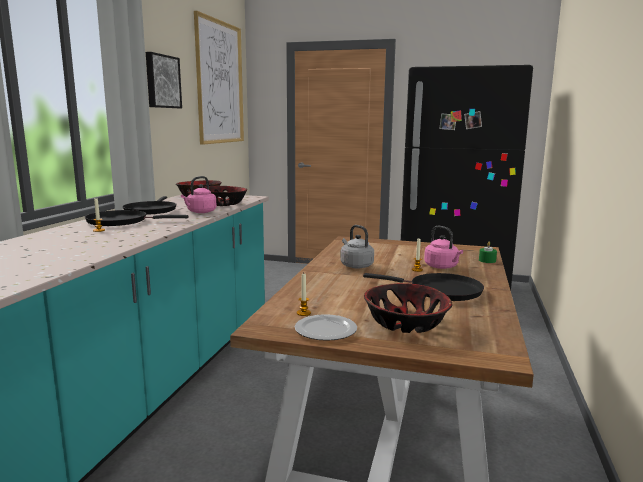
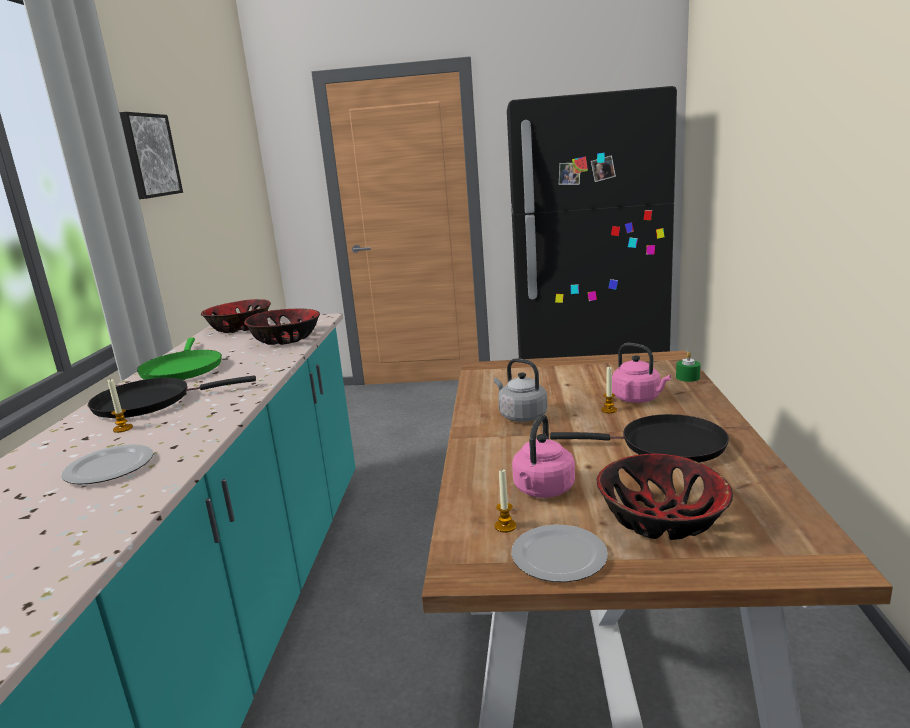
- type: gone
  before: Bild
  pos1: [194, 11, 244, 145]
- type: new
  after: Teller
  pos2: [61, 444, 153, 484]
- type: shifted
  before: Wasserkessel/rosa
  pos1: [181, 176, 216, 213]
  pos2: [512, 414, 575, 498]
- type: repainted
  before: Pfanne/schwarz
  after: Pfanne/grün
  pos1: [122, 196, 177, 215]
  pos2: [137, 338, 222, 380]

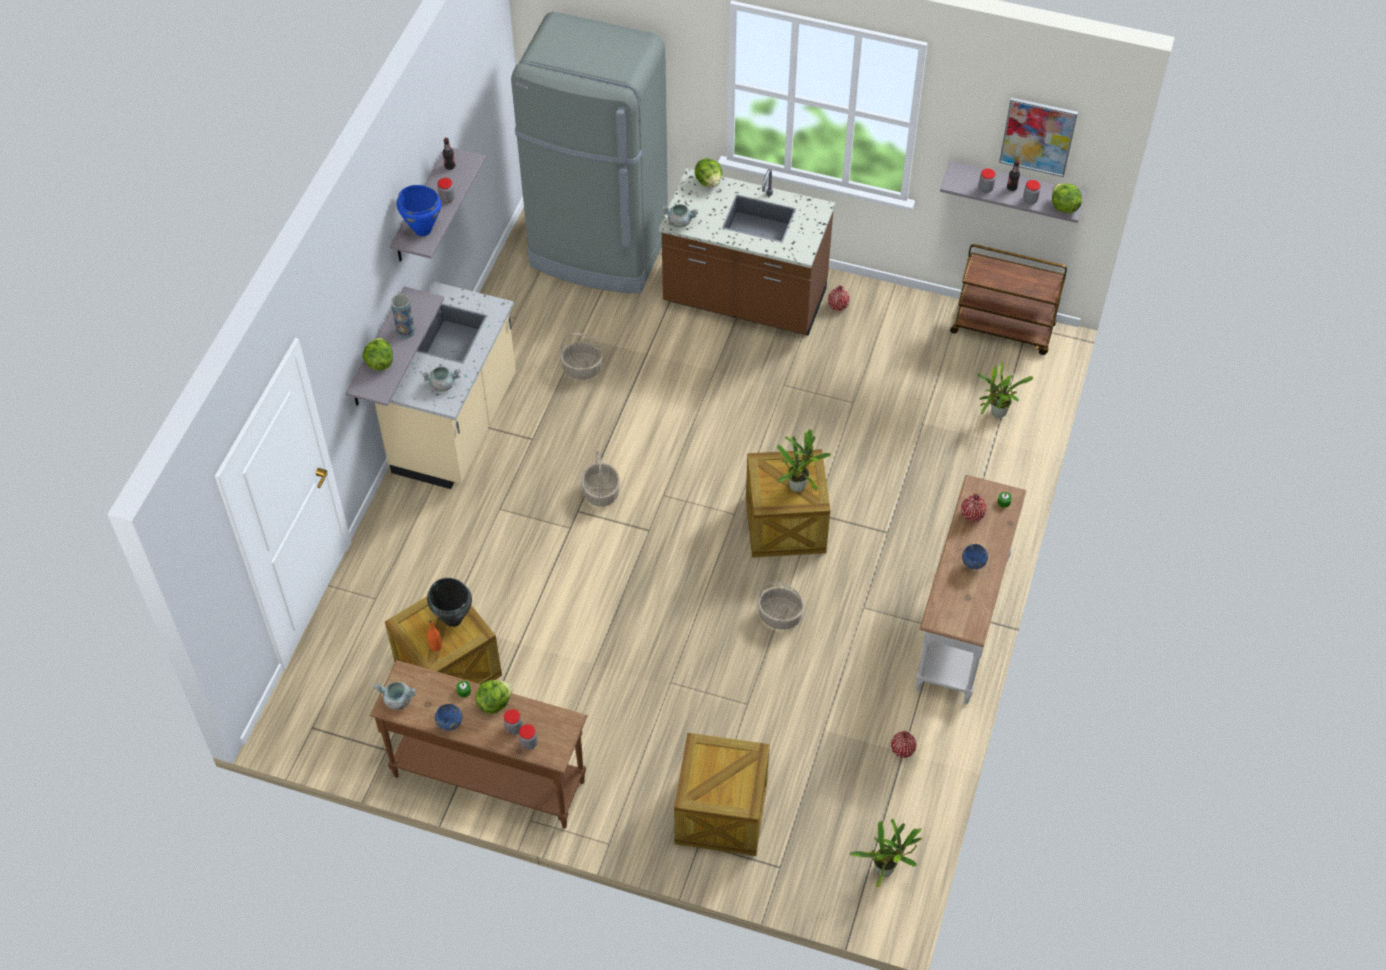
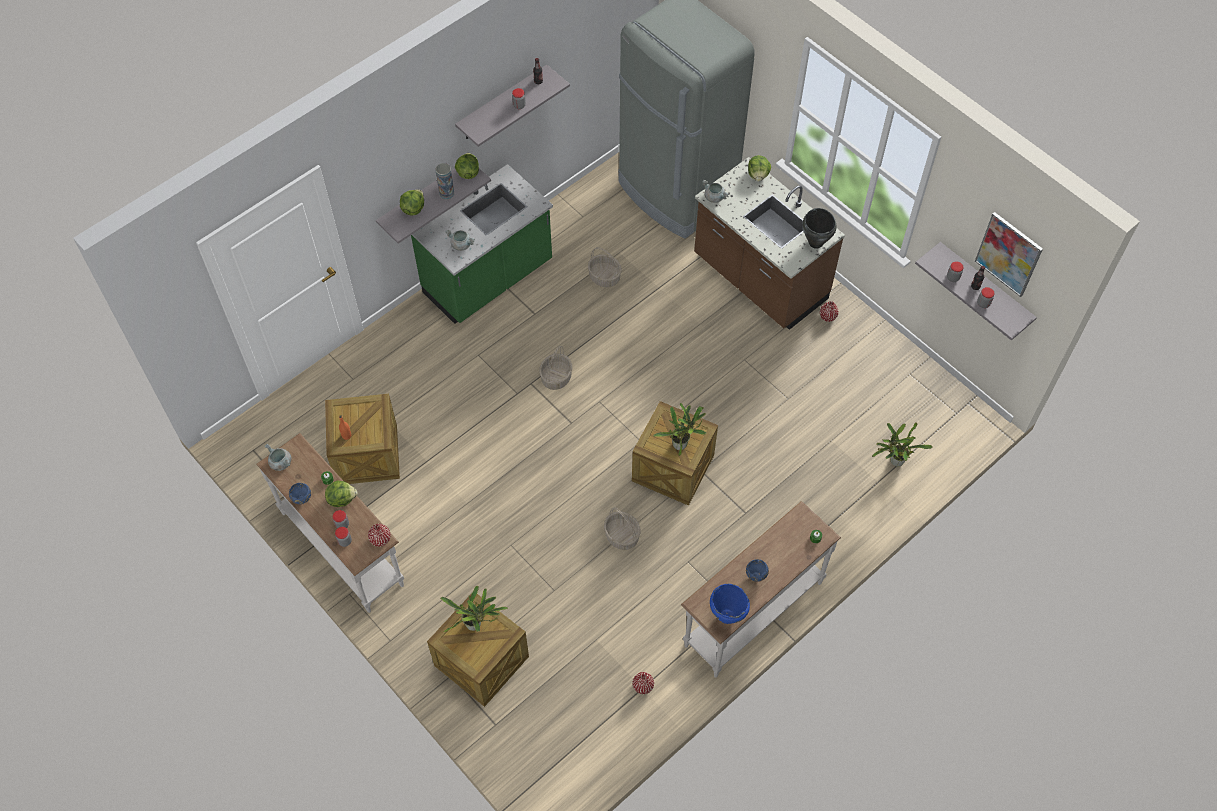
- type: gone
  before: Rollwagen/braun
  pos1: [950, 244, 1067, 355]
- type: shifted
  before: Kochtopf/blau
  pos1: [397, 185, 441, 236]
  pos2: [710, 584, 750, 624]
- type: shifted
  before: Kochtopf/schwarz
  pos1: [427, 578, 472, 627]
  pos2: [802, 208, 837, 249]
- type: shifted
  before: Topfpflanze
  pos1: [850, 819, 922, 887]
  pos2: [440, 586, 508, 632]
- type: shifted
  before: Vase/rot
  pos1: [961, 494, 987, 522]
  pos2: [368, 524, 391, 547]
- type: shifted
  before: Salatkopf
  pos1: [1052, 184, 1082, 213]
  pos2: [455, 153, 479, 179]
- type: repainted
  before: Konsolentisch/braun
  after: Konsolentisch/weiß
  pos1: [370, 660, 588, 828]
  pos2: [256, 433, 404, 613]
- type: repainted
  before: Küchenzeile/beige
  after: Küchenzeile/grün
  pos1: [375, 282, 516, 489]
  pos2: [411, 164, 553, 324]

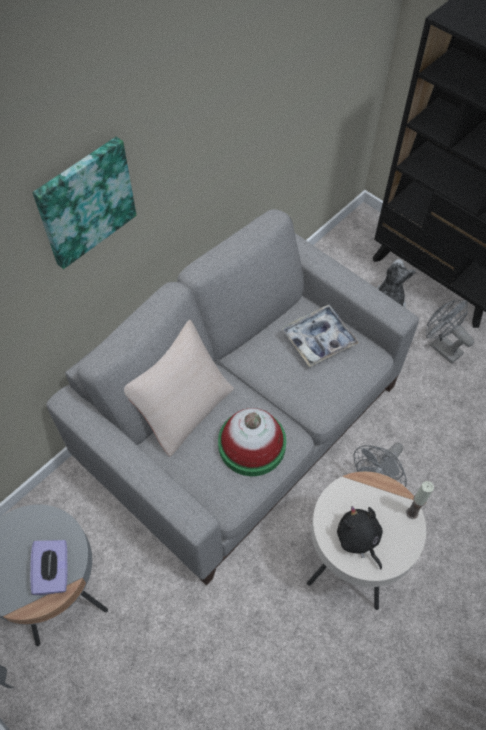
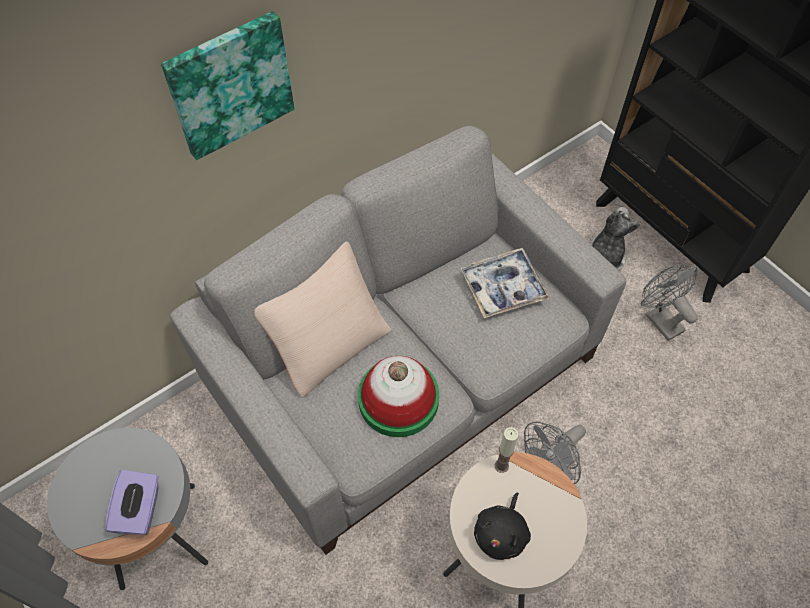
- type: shifted
  before: Kerze
  pos1: [406, 481, 434, 519]
  pos2: [495, 427, 518, 473]
- type: rotated
  before: Plüschtier/schwarz
  pos1: [337, 506, 383, 569]
  pos2: [474, 493, 531, 560]
  turn: -135

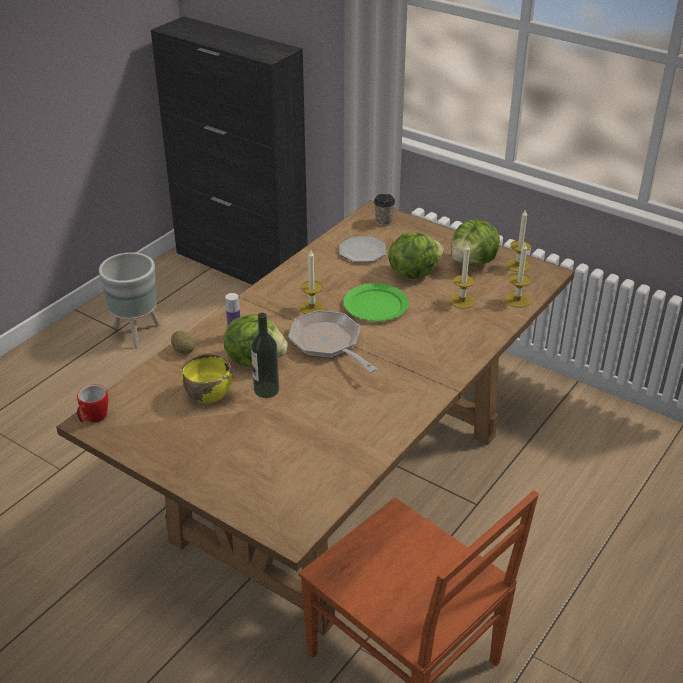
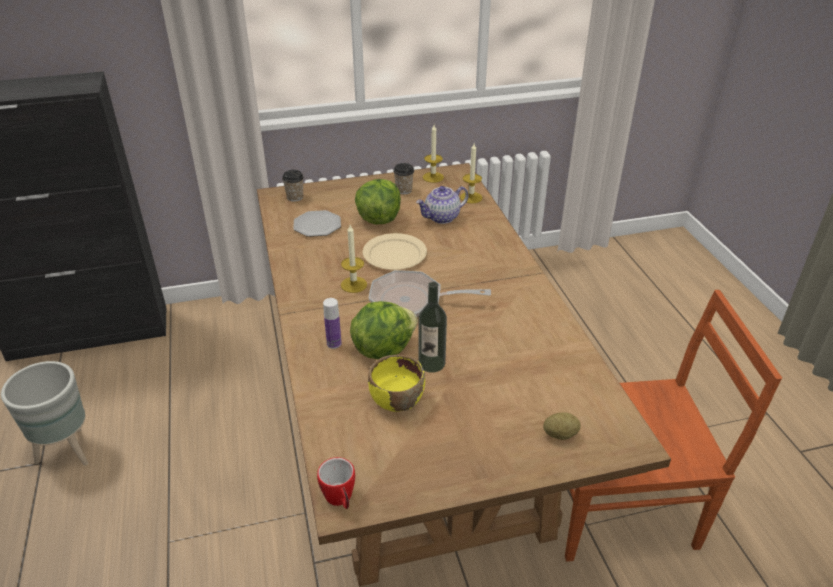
- type: shifted
  before: Kartoffel
  pos1: [171, 331, 195, 354]
  pos2: [543, 412, 581, 440]
- type: swapped
  before: Kerze
  after: Teekanne
  pos1: [450, 243, 475, 309]
  pos2: [416, 186, 468, 224]
- type: swapped
  before: Salatkopf
  after: Tasse
  pos1: [451, 219, 500, 266]
  pos2: [393, 163, 414, 194]
- type: repainted
  before: Teller/grün
  after: Teller/beige
  pos1: [343, 283, 409, 321]
  pos2: [363, 233, 427, 270]

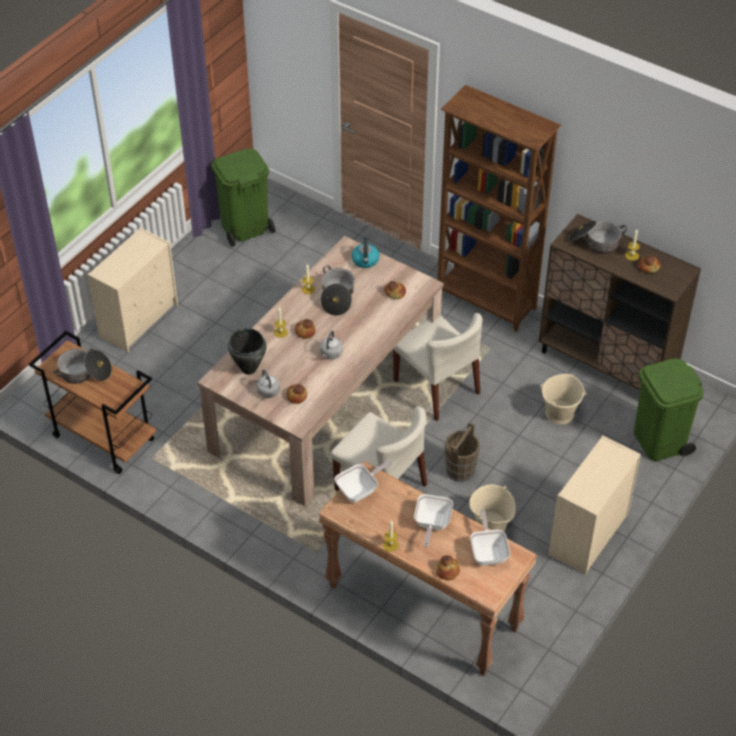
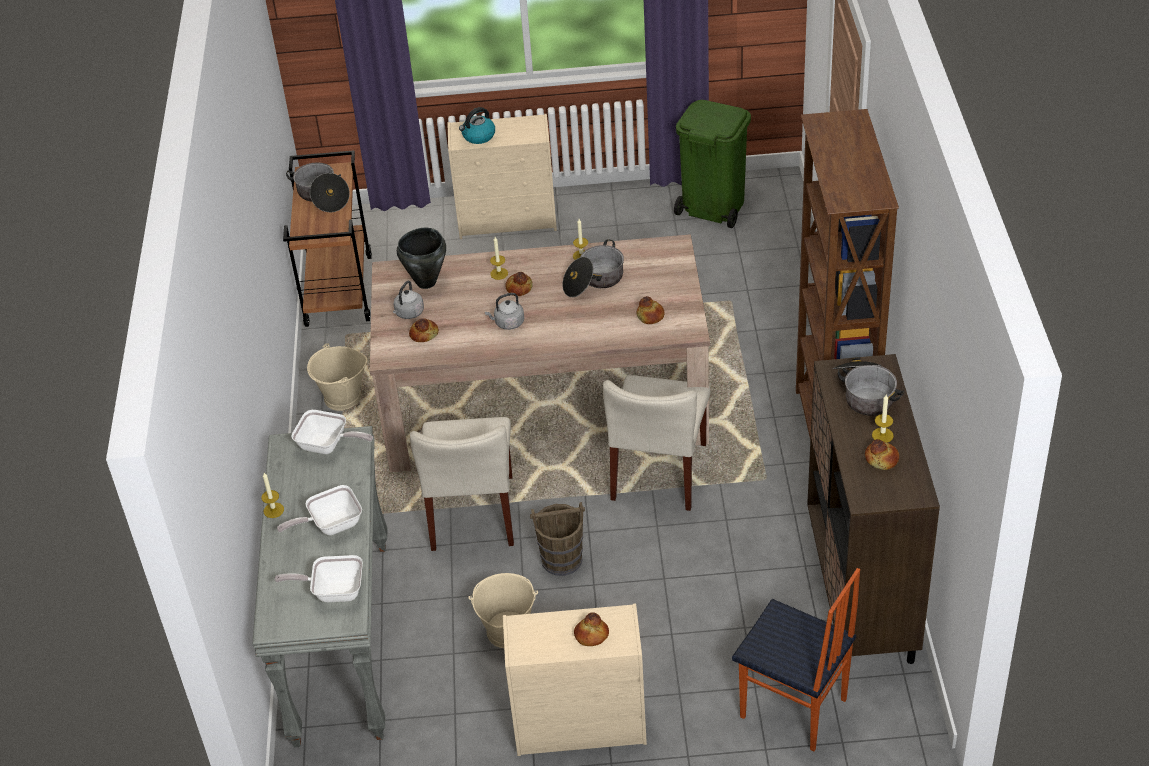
- type: shifted
  before: Wasserkessel
  pos1: [352, 238, 380, 268]
  pos2: [459, 107, 495, 144]
- type: shifted
  before: Brot
  pos1: [436, 555, 460, 580]
  pos2: [574, 612, 609, 646]
- type: shifted
  before: Eimer/beige
  pos1: [540, 374, 587, 424]
  pos2: [307, 343, 367, 411]
- type: swapped
  before: Mülleimer/grün
  after: Stuhl
  pos1: [634, 358, 704, 461]
  pos2: [732, 568, 860, 751]
- type: repainted
  before: Konsolentisch/braun
  after: Konsolentisch/grau
  pos1: [319, 461, 537, 676]
  pos2: [252, 426, 387, 747]
- type: rotated
  before: Pfanne
  pos1: [470, 510, 510, 565]
  pos2: [275, 555, 363, 602]
  turn: -135

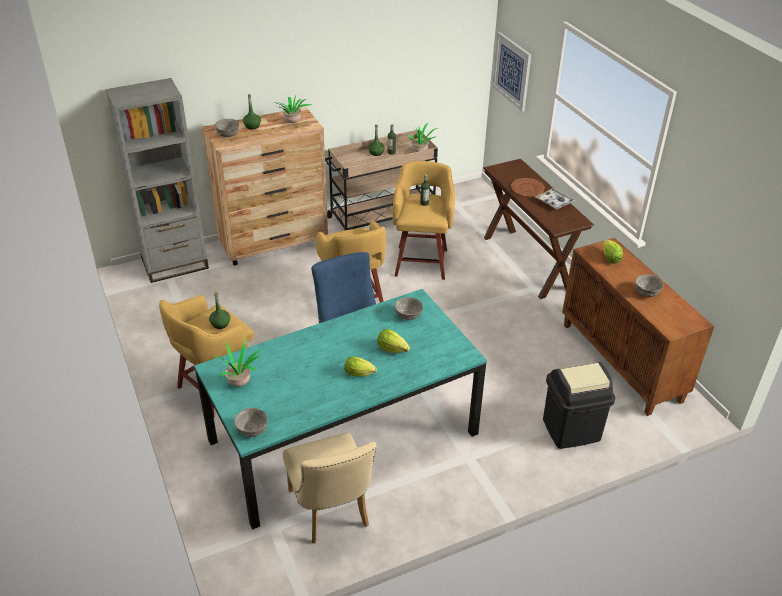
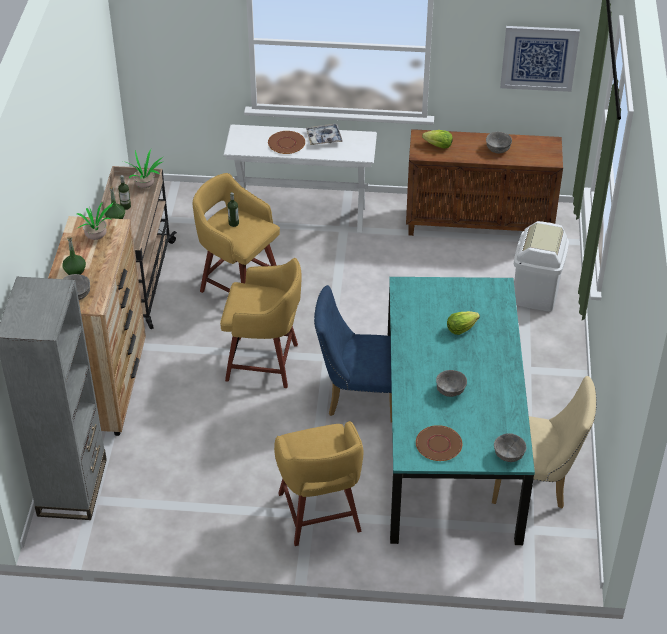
- type: gone
  before: Flasche/grün
  pos1: [209, 292, 230, 329]
- type: gone
  before: Salatkopf
  pos1: [344, 356, 377, 377]
- type: shifted
  before: Schüssel/grau
  pos1: [395, 297, 423, 320]
  pos2: [436, 370, 467, 397]
- type: shifted
  before: Bild
  pos1: [493, 32, 531, 111]
  pos2: [500, 26, 580, 92]
- type: swapped
  before: Topfpflanze
  after: Teller/braun
  pos1: [213, 340, 261, 387]
  pos2: [416, 425, 462, 461]
- type: repainted
  before: Konsolentisch/braun
  after: Konsolentisch/weiß
  pos1: [483, 159, 594, 299]
  pos2: [223, 124, 377, 232]
- type: repainted
  before: Mülleimer/schwarz
  after: Mülleimer/weiß
  pos1: [543, 362, 615, 449]
  pos2: [514, 221, 569, 312]

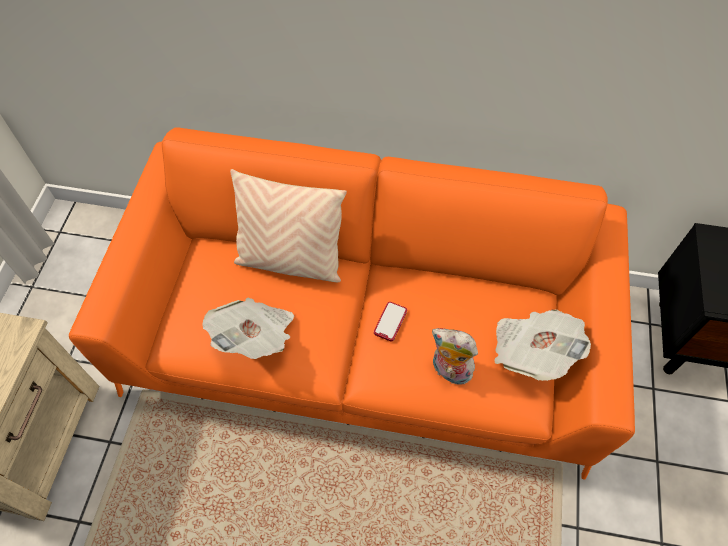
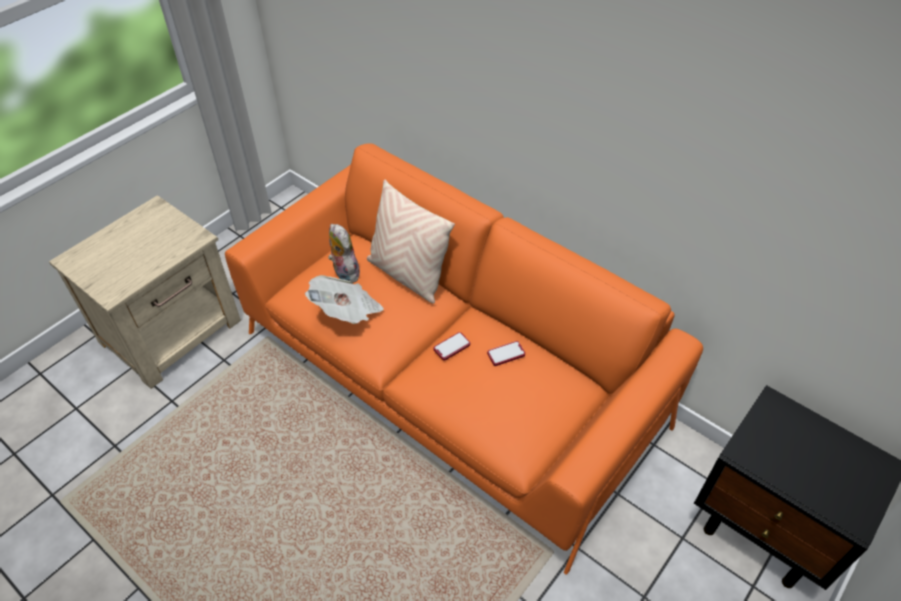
- type: gone
  before: Zeitung
  pos1: [494, 310, 591, 381]
- type: new
  after: Handy
  pos2: [487, 341, 525, 366]
- type: shifted
  before: Plüschtier
  pos1: [432, 328, 478, 385]
  pos2: [328, 224, 360, 283]

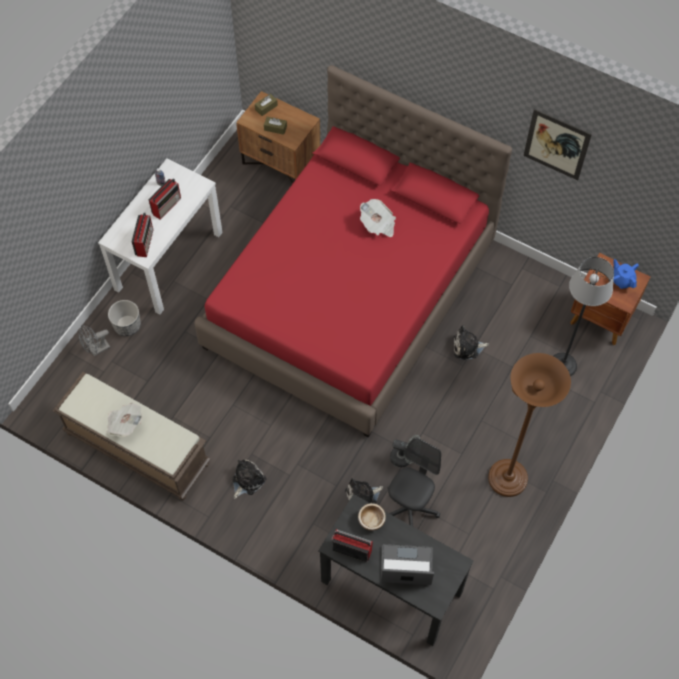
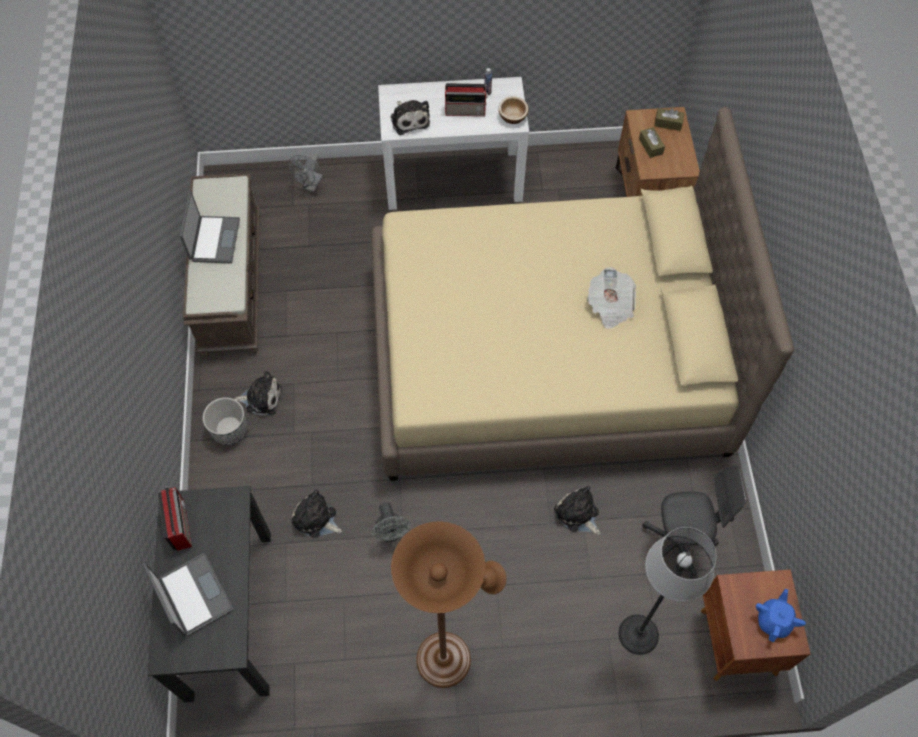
- type: gone
  before: Bild
  pos1: [523, 108, 592, 180]
- type: shifted
  before: Pflanzkübel
  pos1: [108, 300, 141, 336]
  pos2: [203, 397, 248, 445]
- type: shifted
  before: Schüssel
  pos1: [358, 503, 386, 531]
  pos2: [499, 96, 529, 124]
- type: shifted
  before: Bürostuhl/grau
  pos1: [388, 437, 441, 527]
  pos2: [642, 466, 747, 579]
- type: swapped
  before: Zeitung
  after: Laptop
  pos1: [107, 403, 142, 437]
  pos2: [180, 191, 240, 263]
- type: swapped
  before: Radio
  after: Plüschtier
  pos1: [131, 212, 153, 257]
  pos2: [390, 100, 430, 135]
- type: repainted
  before: Bett/rot
  after: Bett/beige
  pos1: [195, 65, 512, 437]
  pos2: [371, 107, 794, 481]
- type: rotated
  before: Ventilator/grau
  pos1: [79, 325, 110, 357]
  pos2: [288, 154, 323, 192]
  turn: -90

